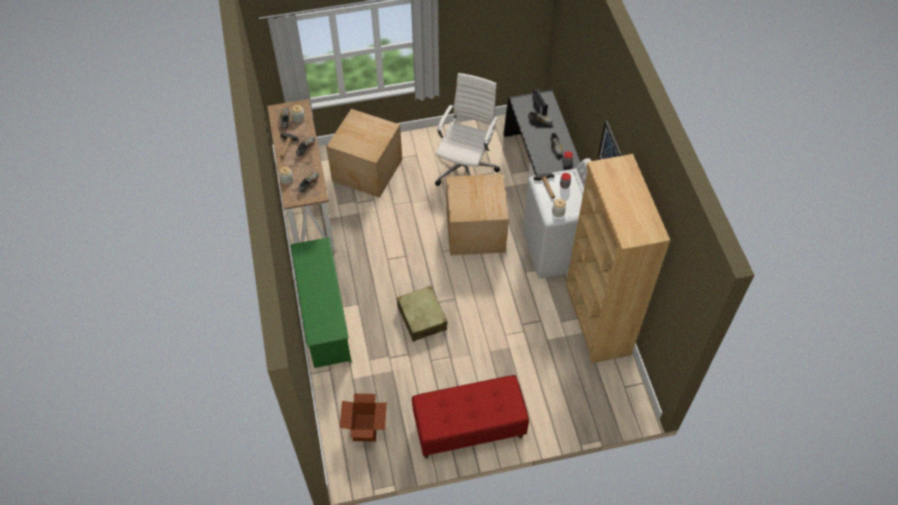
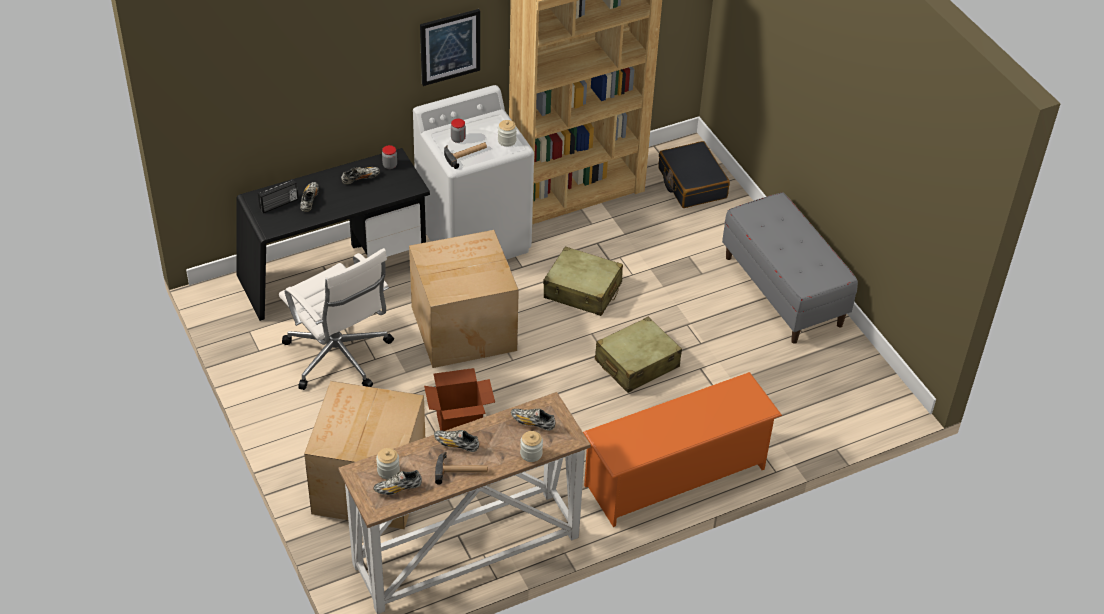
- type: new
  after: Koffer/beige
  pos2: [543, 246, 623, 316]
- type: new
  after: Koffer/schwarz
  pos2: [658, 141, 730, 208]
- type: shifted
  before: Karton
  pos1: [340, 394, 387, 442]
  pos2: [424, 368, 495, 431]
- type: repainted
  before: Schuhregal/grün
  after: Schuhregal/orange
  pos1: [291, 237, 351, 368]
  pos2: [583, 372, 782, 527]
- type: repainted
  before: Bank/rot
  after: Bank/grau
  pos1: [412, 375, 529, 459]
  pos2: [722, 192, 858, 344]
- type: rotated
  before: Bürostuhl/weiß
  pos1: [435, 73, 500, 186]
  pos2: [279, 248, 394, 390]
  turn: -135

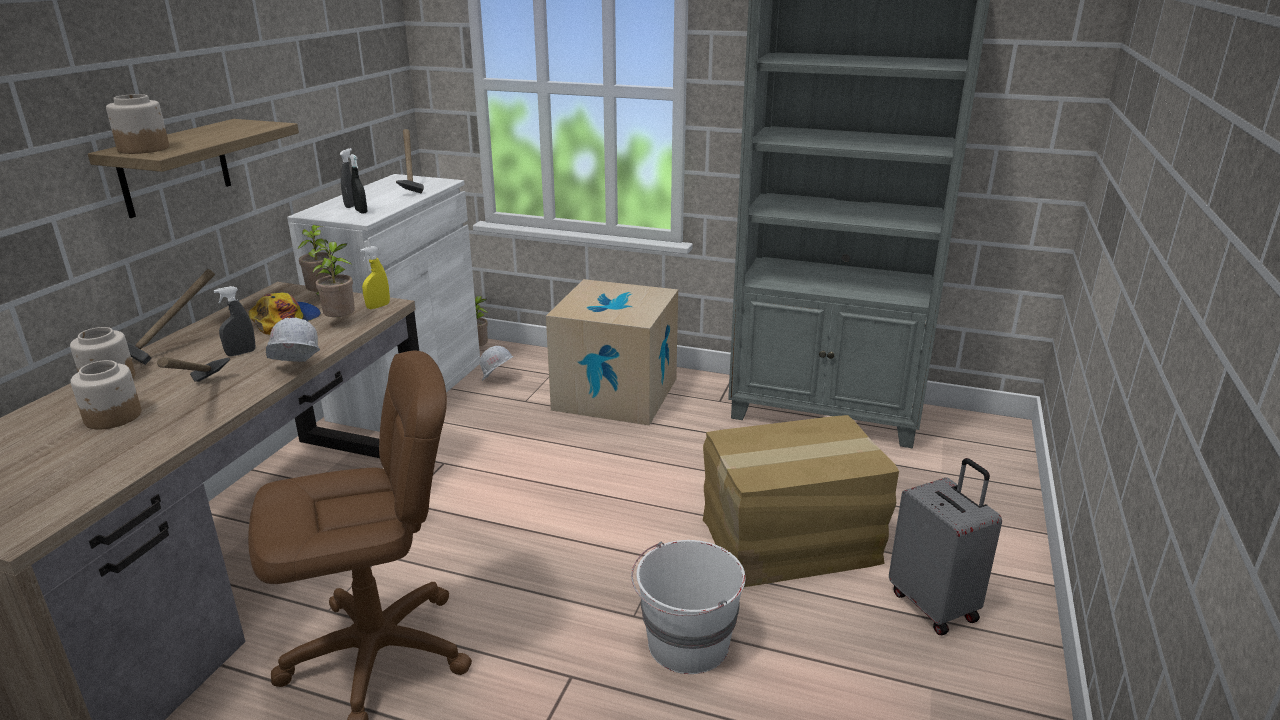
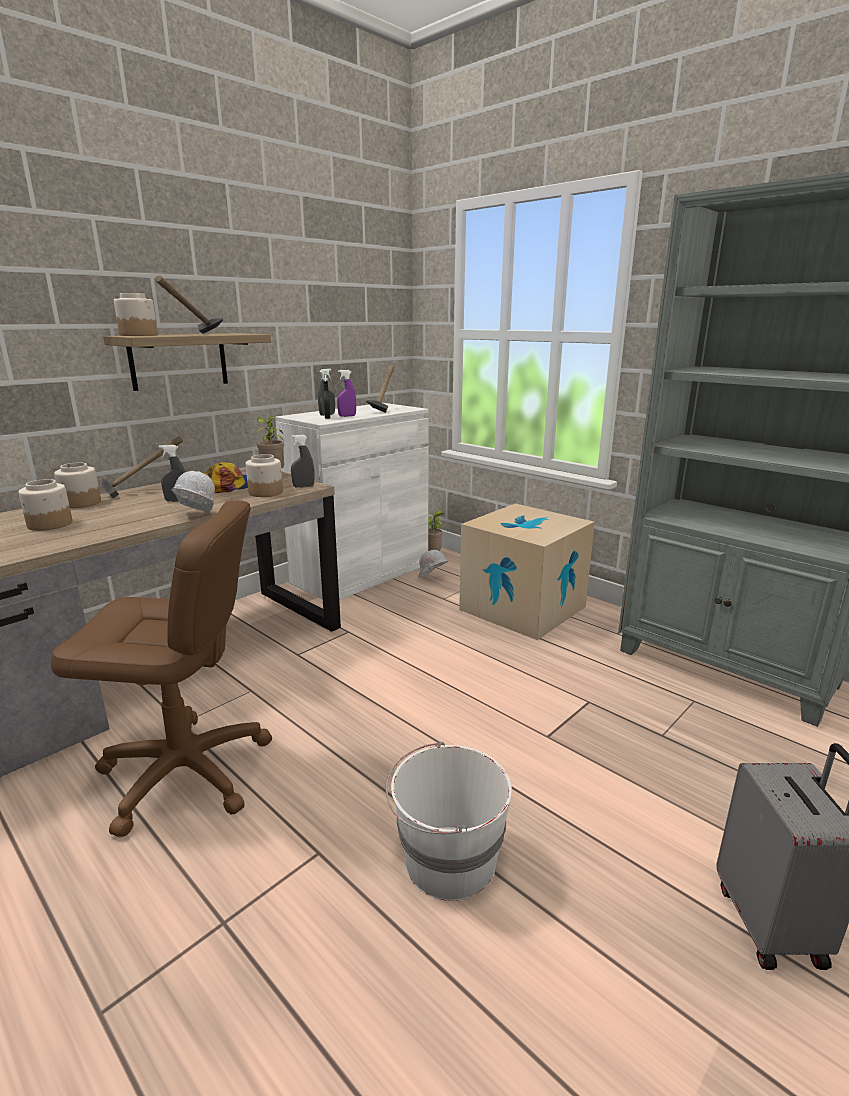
- type: gone
  before: Karton
  pos1: [703, 415, 899, 587]
- type: new
  after: Sprühflasche/lila
  pos2: [337, 370, 356, 417]
- type: shifted
  before: Hammer
  pos1: [157, 357, 230, 382]
  pos2: [155, 275, 223, 334]
- type: swapped
  before: Topfpflanze
  after: Vorratsglas
  pos1: [311, 241, 355, 317]
  pos2: [245, 454, 283, 497]
- type: repainted
  before: Sprühflasche/gelb
  after: Sprühflasche/grau
  pos1: [360, 246, 390, 309]
  pos2: [291, 435, 314, 488]

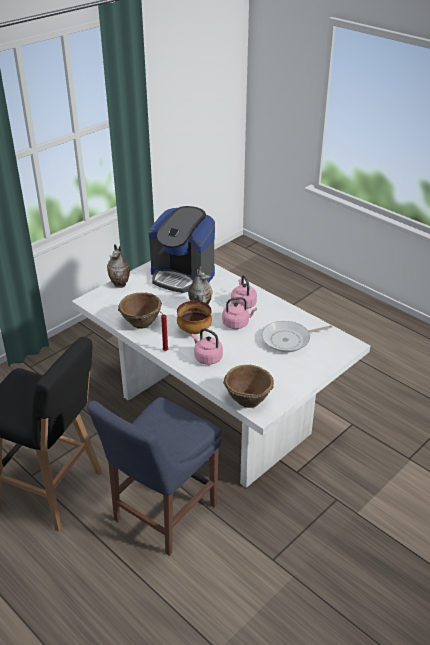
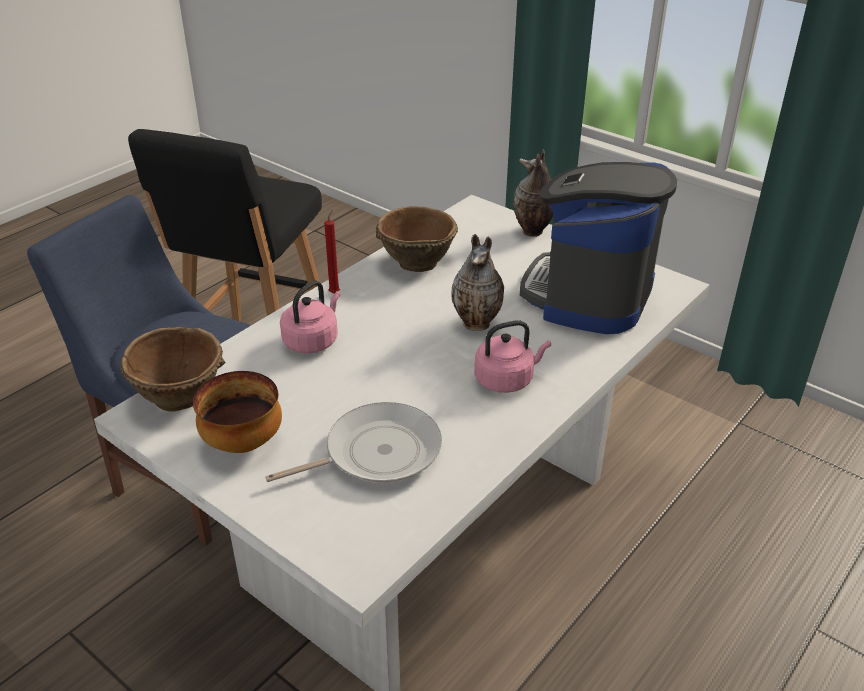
- type: gone
  before: Wasserkessel/rosa
  pos1: [222, 297, 257, 329]
- type: shifted
  before: Schüssel
  pos1: [177, 301, 212, 334]
  pos2: [193, 371, 282, 453]
- type: rotated
  before: Pfanne
  pos1: [262, 321, 333, 352]
  pos2: [265, 402, 442, 483]
  turn: 90

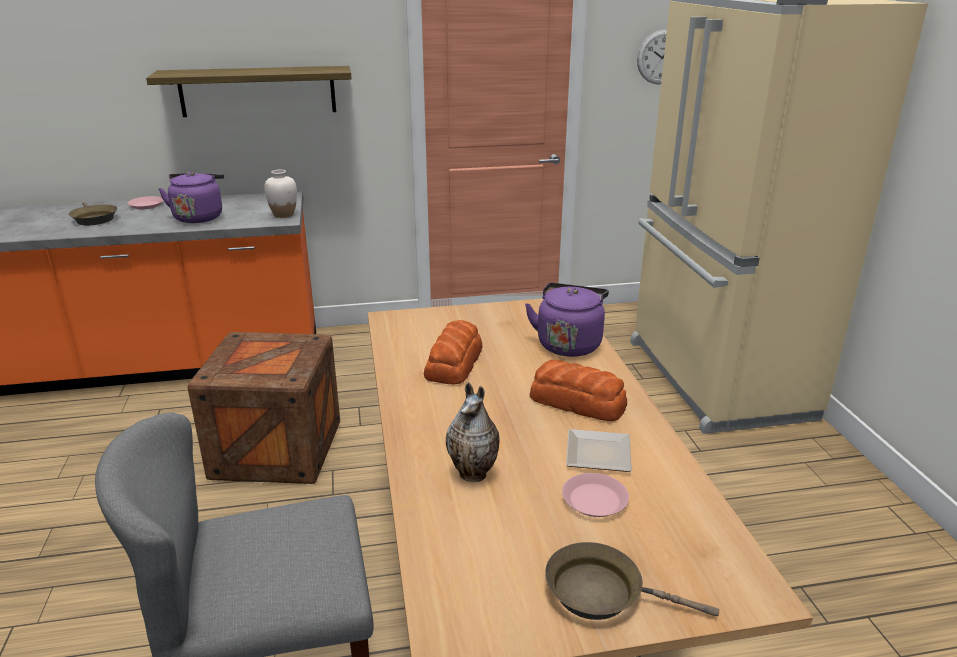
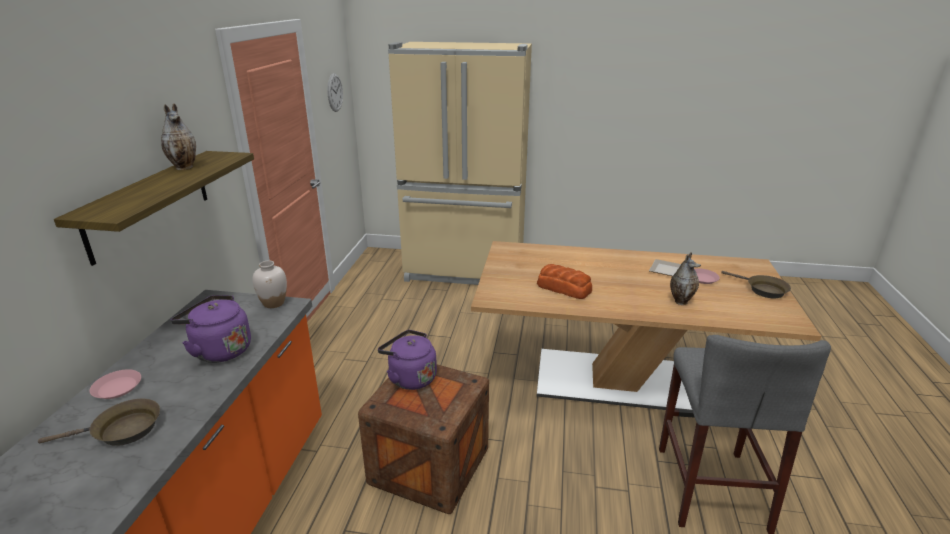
- type: gone
  before: Brot
  pos1: [530, 360, 627, 421]
- type: new
  after: Vase
  pos2: [161, 103, 196, 170]
- type: shifted
  before: Wasserkessel/lila
  pos1: [525, 283, 609, 357]
  pos2: [378, 330, 437, 390]
- type: rotated
  before: Pfanne/braun
  pos1: [545, 542, 719, 620]
  pos2: [721, 271, 791, 298]
  turn: -75

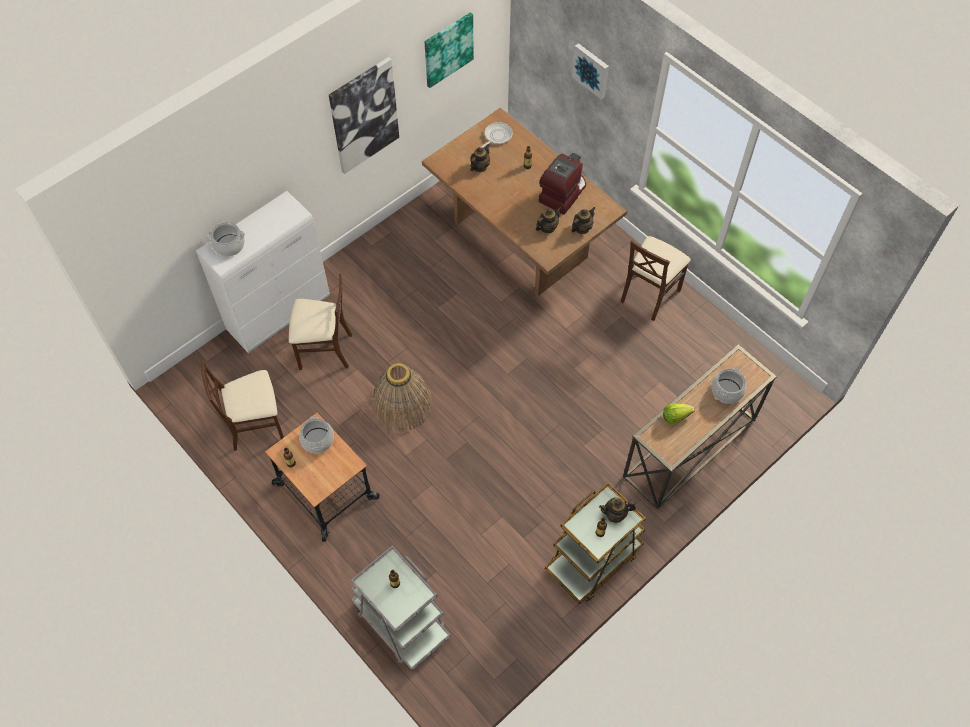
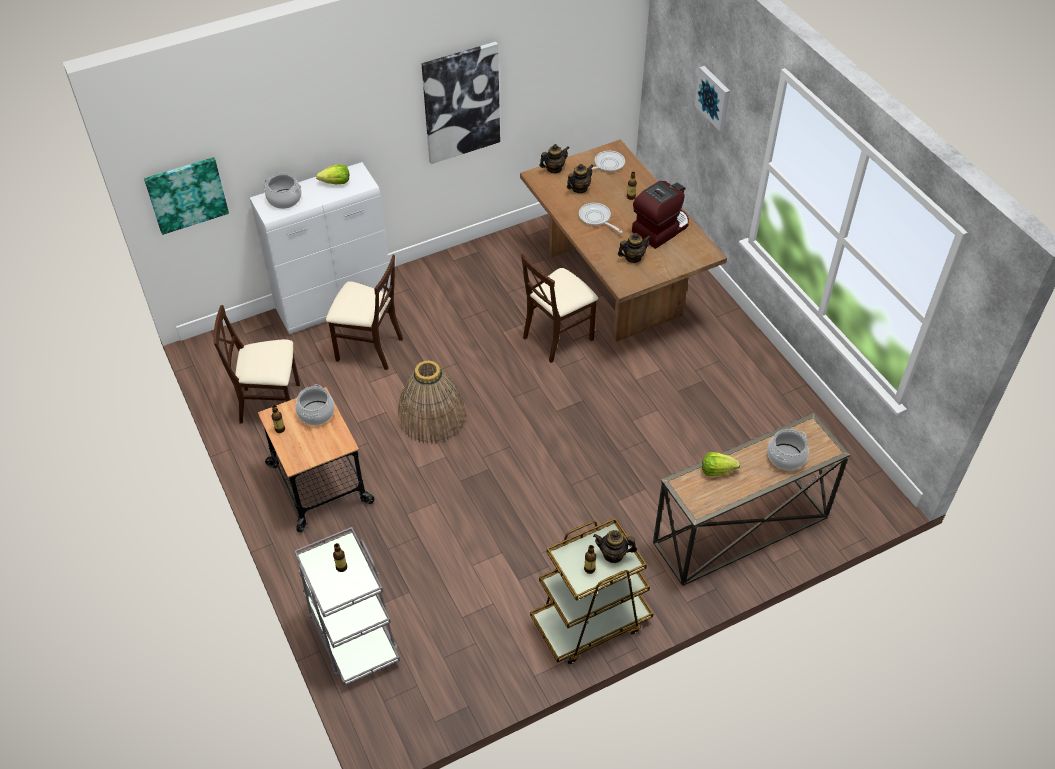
- type: new
  after: Salatkopf
  pos2: [316, 164, 349, 184]
- type: new
  after: Pfanne
  pos2: [579, 203, 623, 233]
- type: shifted
  before: Bild
  pos1: [424, 12, 474, 88]
  pos2: [144, 157, 229, 235]
- type: shifted
  before: Teekanne
  pos1: [571, 207, 595, 234]
  pos2: [540, 144, 569, 173]
- type: shifted
  before: Stuhl/beige
  pos1: [620, 236, 691, 321]
  pos2: [521, 254, 598, 363]

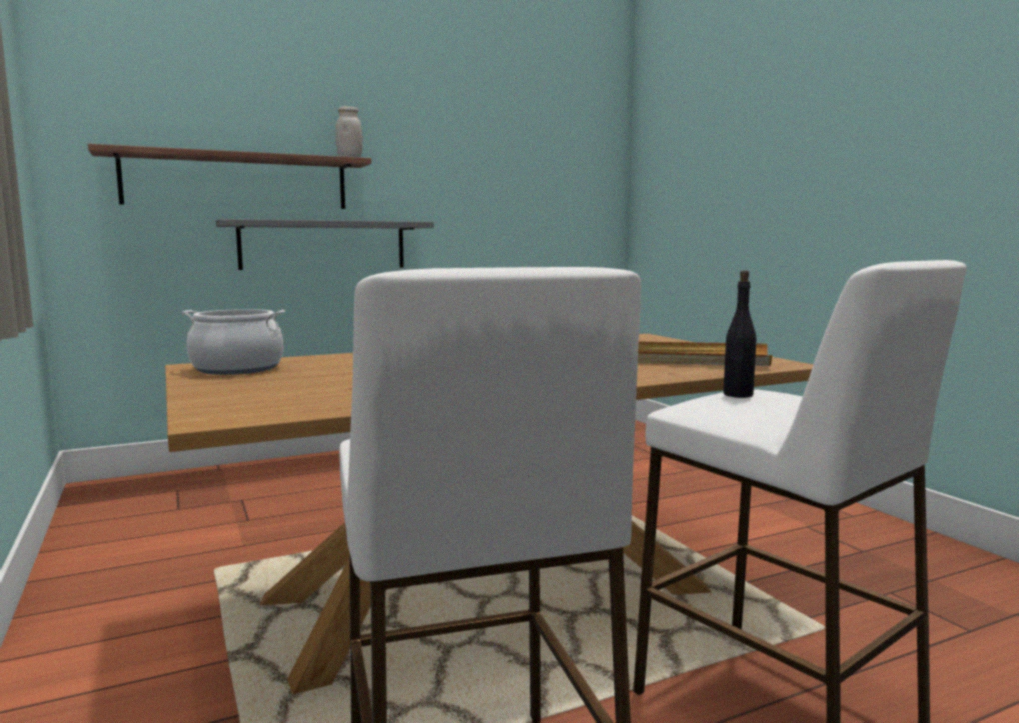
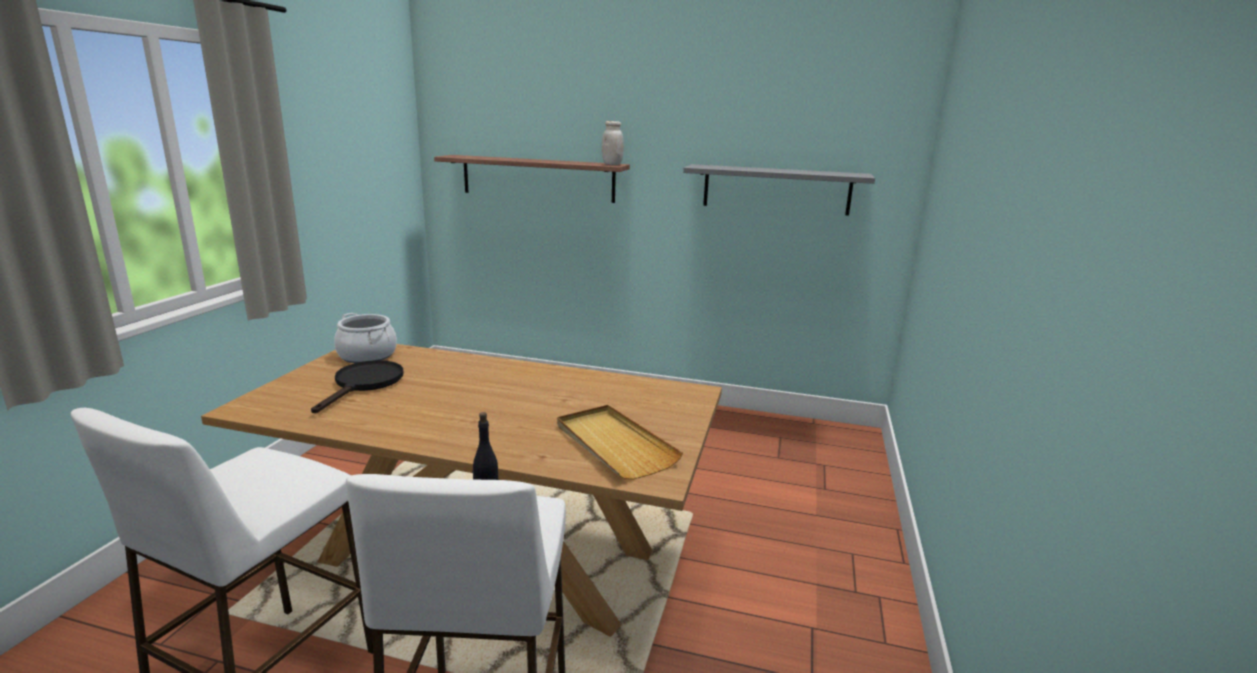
- type: new
  after: Pfanne/schwarz
  pos2: [311, 360, 403, 413]
- type: shifted
  before: Wandregal/grau
  pos1: [216, 219, 434, 270]
  pos2: [683, 164, 875, 216]

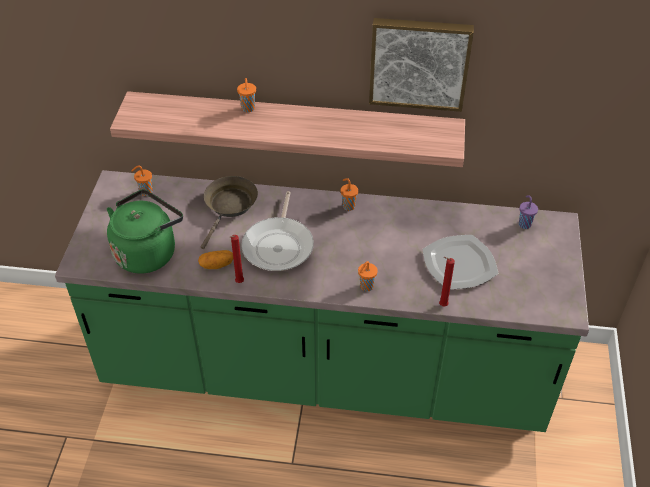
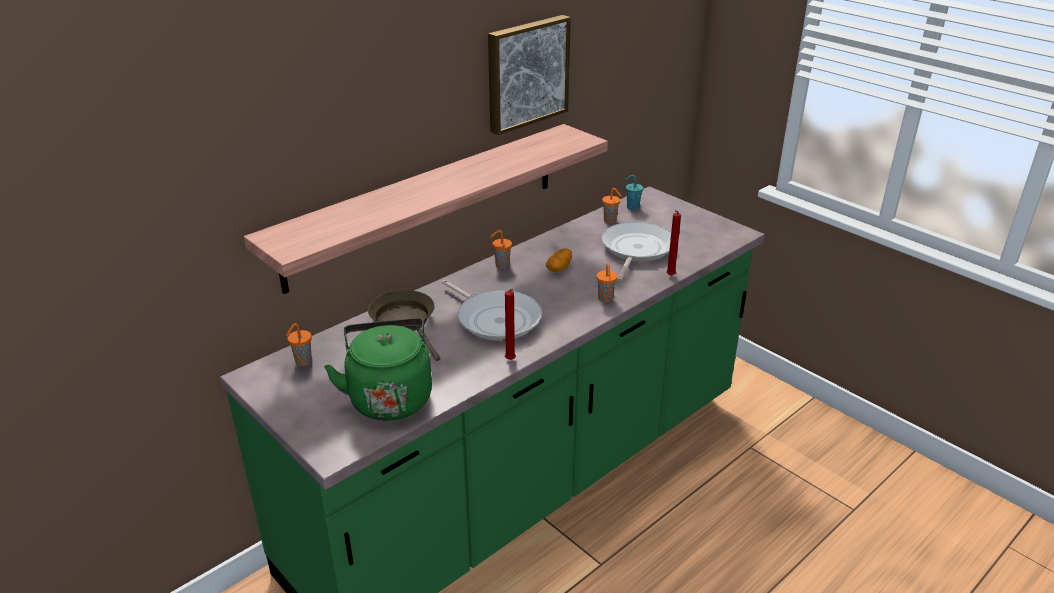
- type: shifted
  before: Kartoffel
  pos1: [198, 250, 233, 269]
  pos2: [546, 248, 572, 272]
- type: shifted
  before: Tasse/orange
  pos1: [237, 78, 256, 112]
  pos2: [602, 188, 621, 223]
- type: swapped
  before: Teller
  after: Pfanne
  pos1: [422, 235, 499, 289]
  pos2: [602, 222, 671, 281]
- type: repainted
  before: Tasse/lila
  after: Tasse/türkis
  pos1: [519, 195, 538, 229]
  pos2: [625, 175, 643, 210]

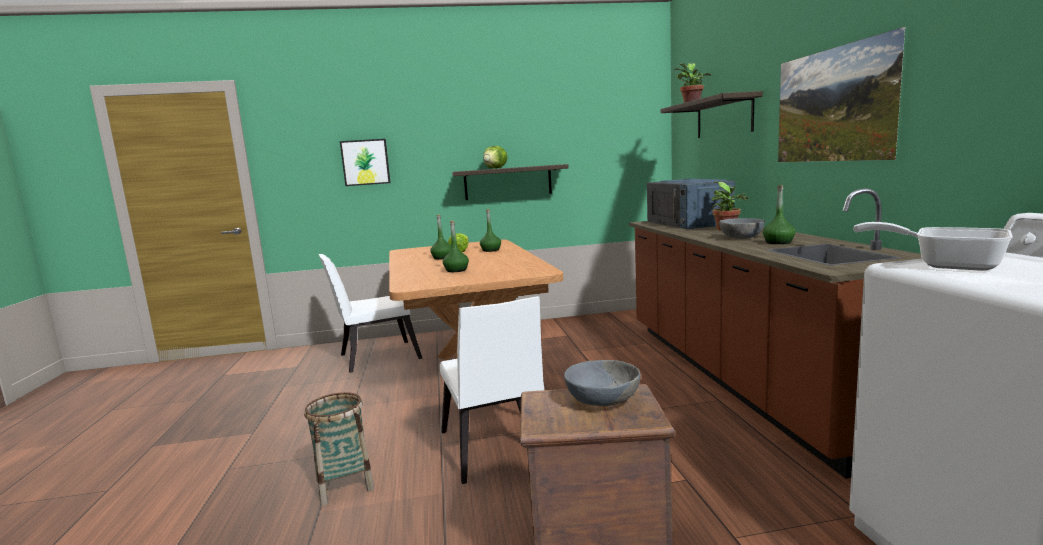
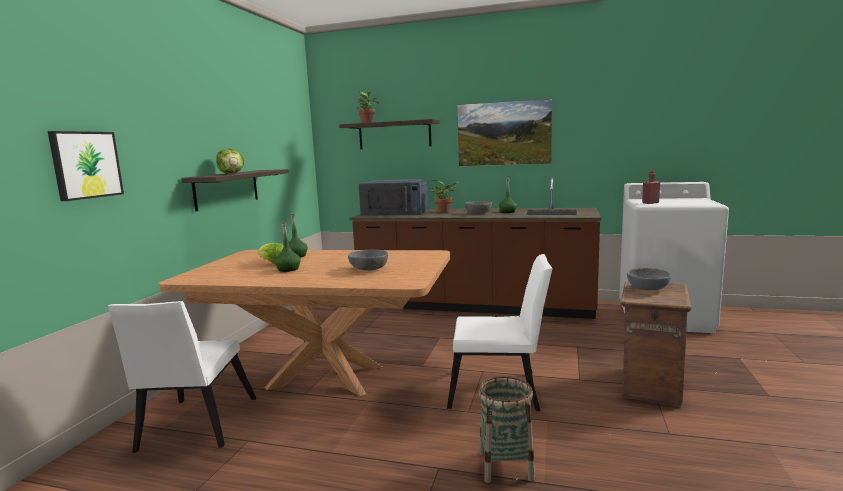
- type: swapped
  before: Flasche/grün
  after: Schüssel/grau
  pos1: [443, 221, 469, 272]
  pos2: [348, 250, 388, 271]
- type: swapped
  before: Pfanne
  after: Flasche/rot
  pos1: [853, 222, 1013, 271]
  pos2: [642, 171, 660, 204]

